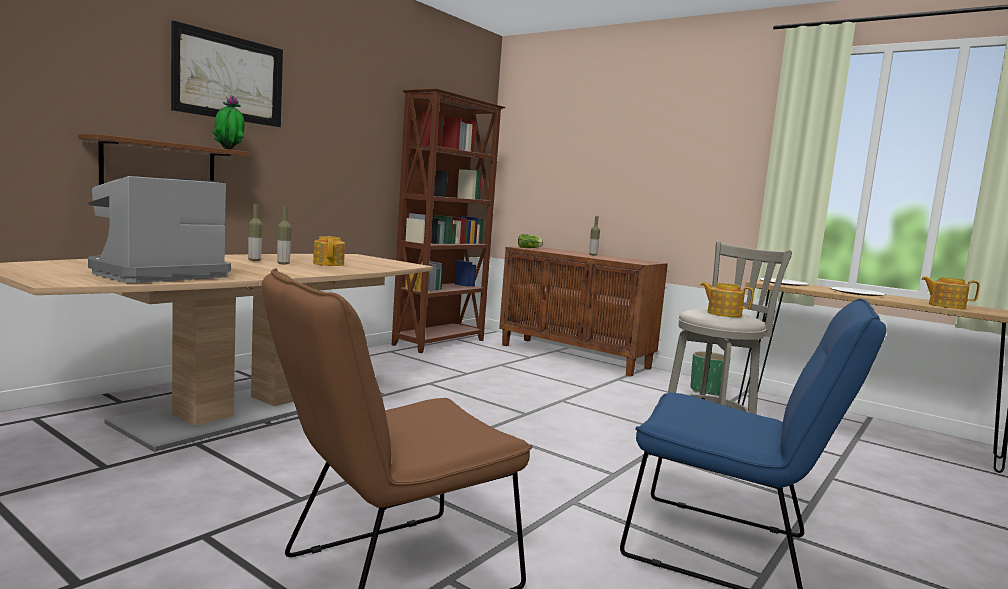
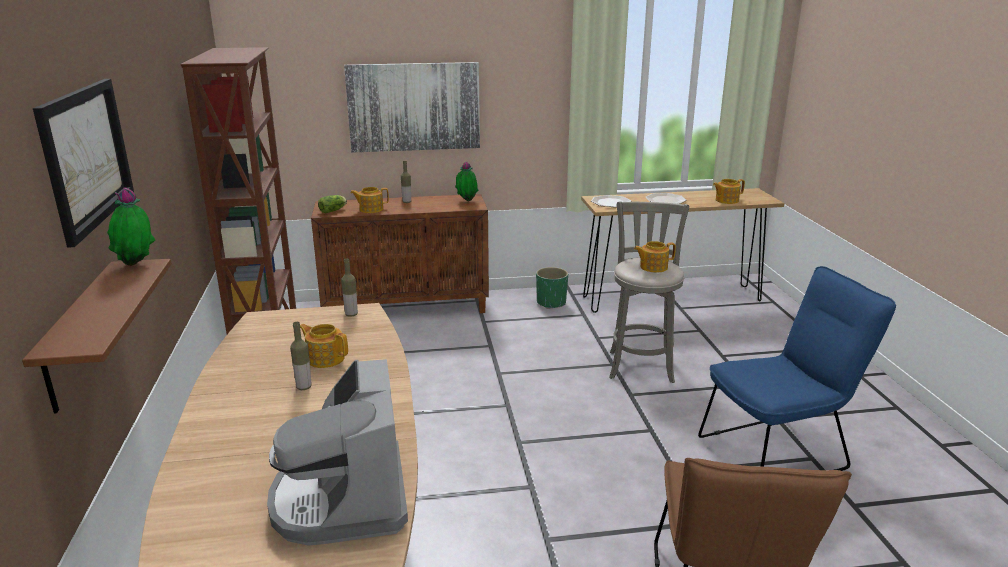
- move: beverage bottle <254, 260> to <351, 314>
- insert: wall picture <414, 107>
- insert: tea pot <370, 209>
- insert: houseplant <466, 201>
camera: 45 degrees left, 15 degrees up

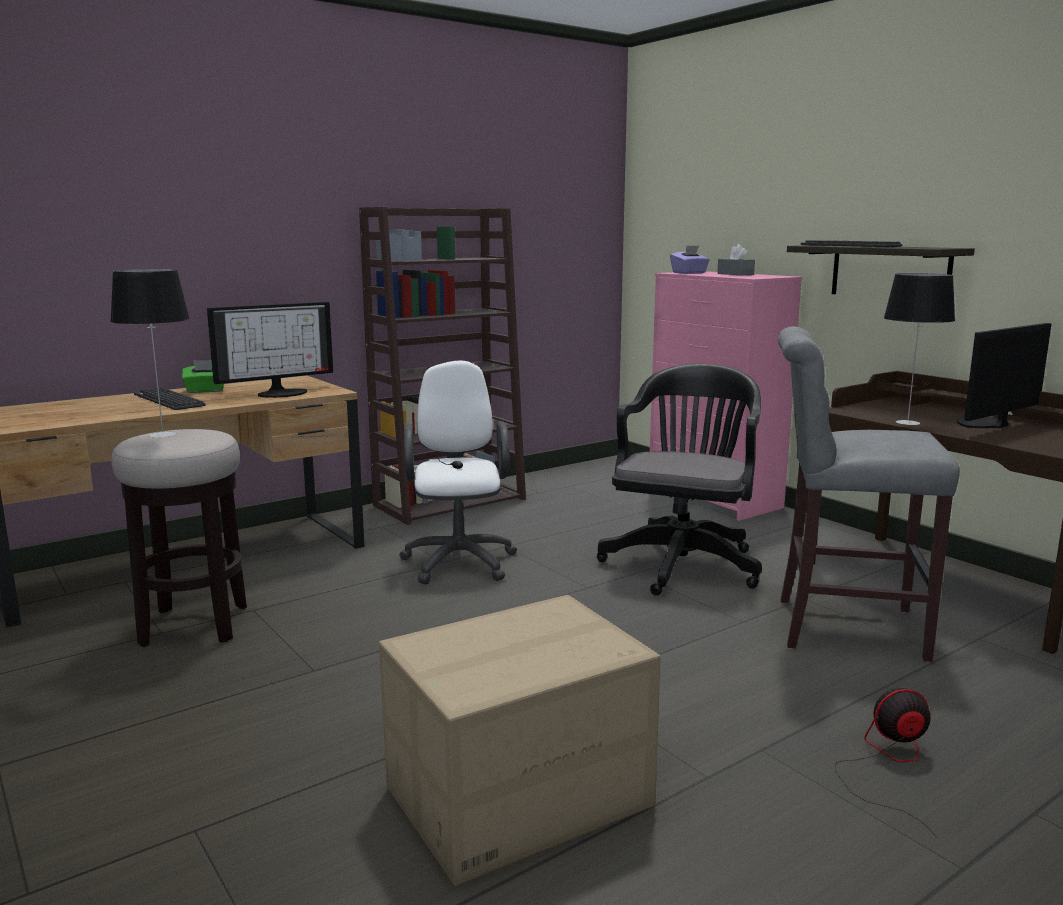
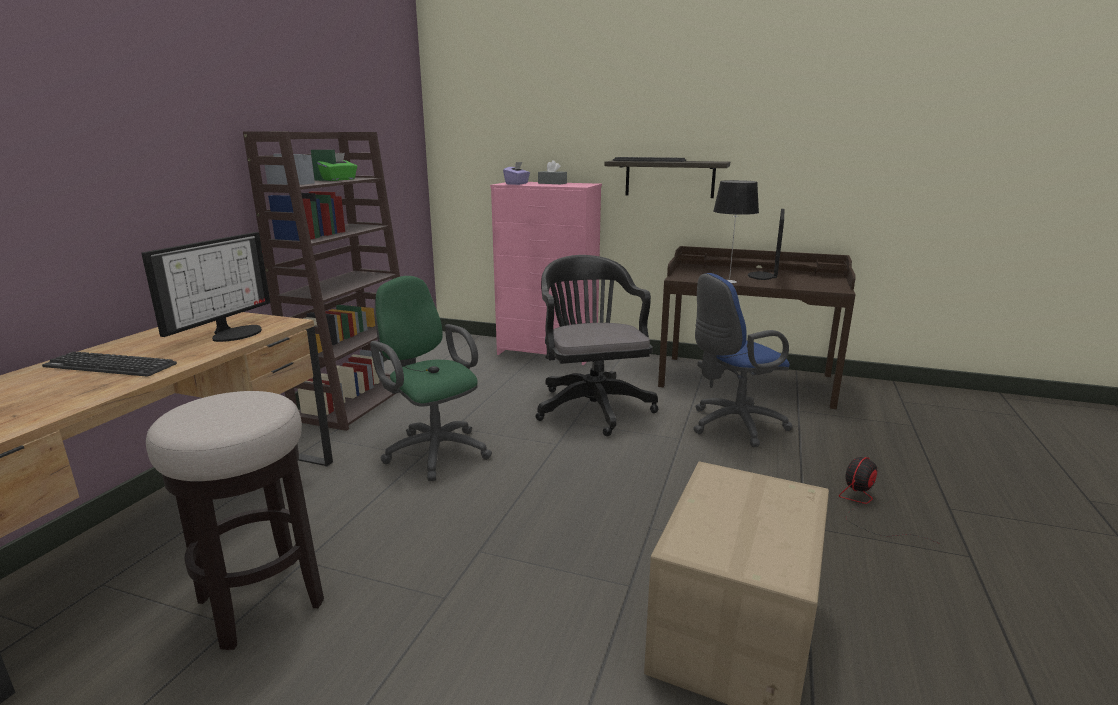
- delete: table lamp <161, 435>
- move: green-coloured tissue box <205, 391> to <339, 179>
- recolor: white computer chair <459, 560> to green-coloured computer chair <433, 450>
- replace: grey stool seat <840, 628> to blue-coloured computer chair <732, 425>
camera: 35 degrees left, 5 degrees up

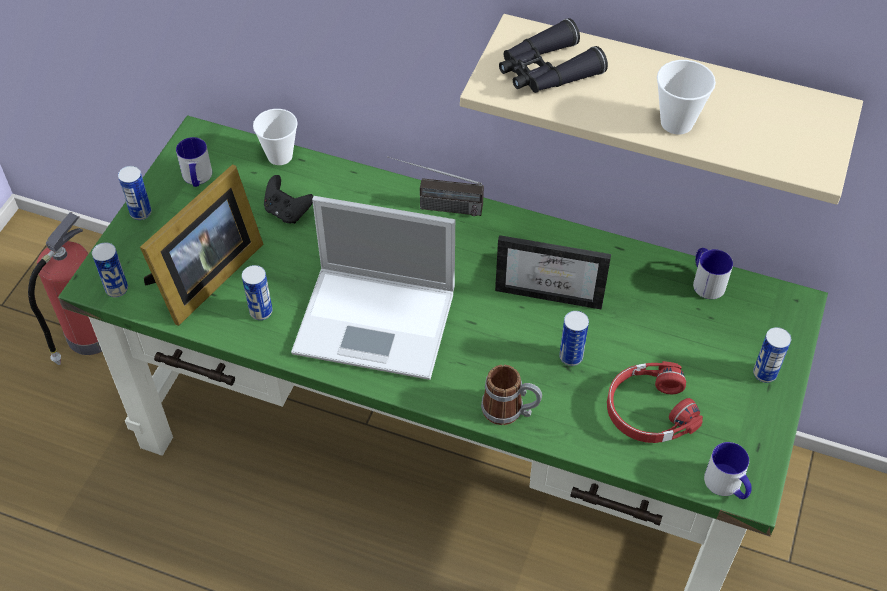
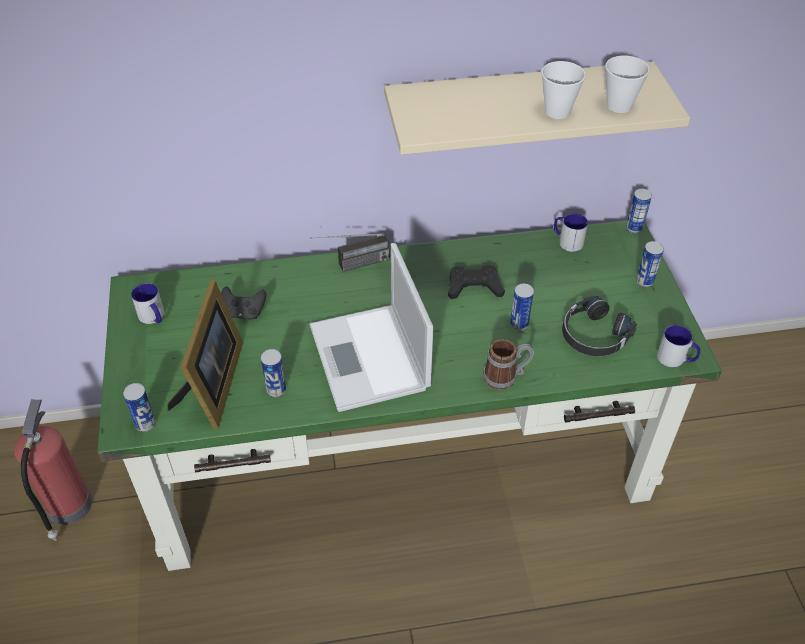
- move: sealed can <140, 212> to <634, 228>
- move: small cup <280, 156> to <619, 106>
- rotate: notebook computer <378, 322> = <370, 359> 90 degrees clockwise
- replace: photo frame <552, 289> to black game controller <474, 287>
- delete: black binoculars <546, 71>
- recolor: red headphones <648, 410> to black headphones <593, 335>
camera: 30 degrees left, 5 degrees down

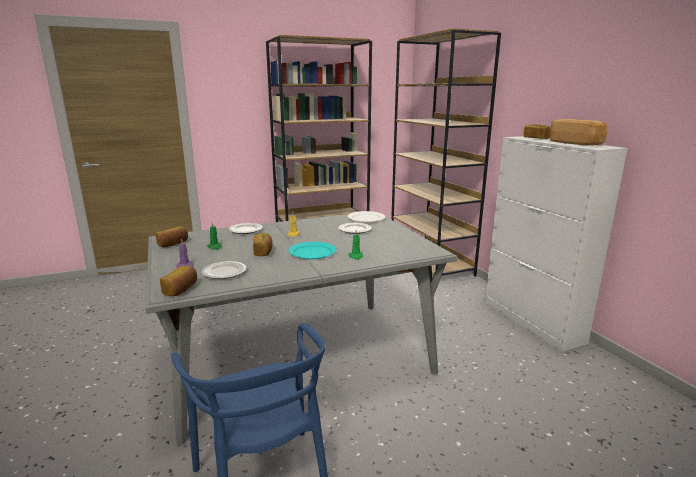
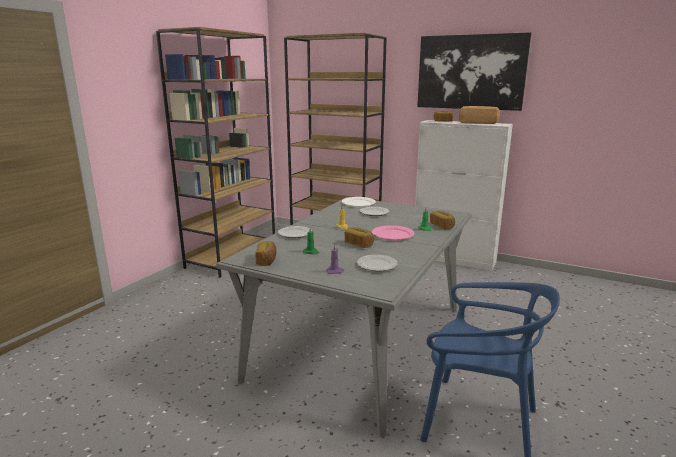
- move: bakery bread <181, 290> to <442, 226>
- recolor: turquoise-coloured flat dish <312, 253> to pinkish flat dish <393, 235>
- insert: wall picture <470, 72>
camera: 40 degrees left, 0 degrees up

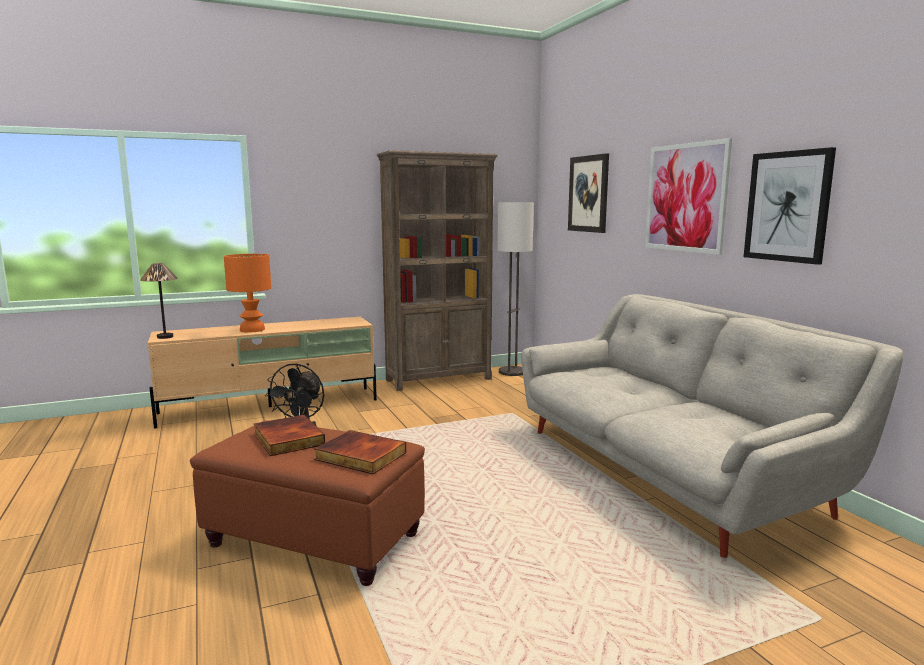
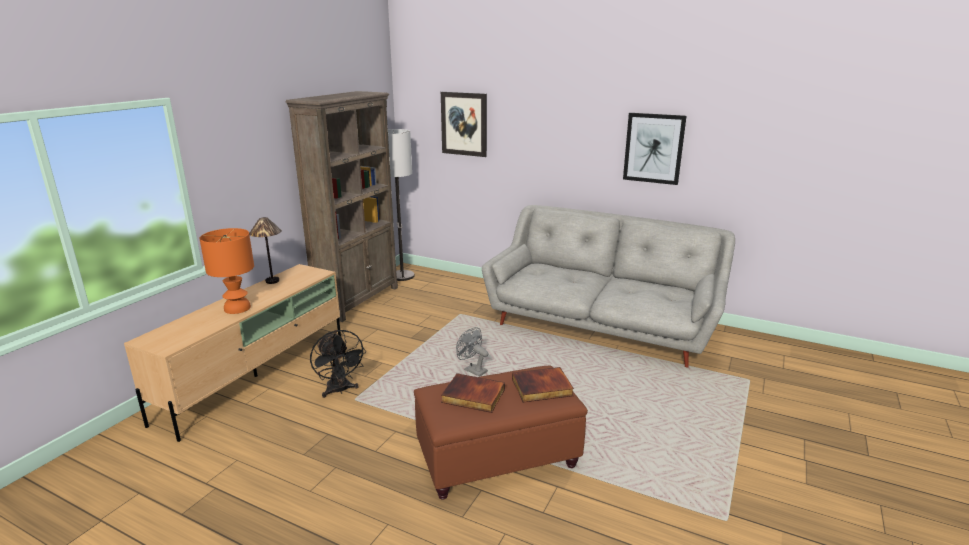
- move: table lamp <164, 337> to <272, 281>
- delete: wall picture <685, 198>
- insert: grey electric fan <472, 370>
camera: 40 degrees left, 10 degrees up

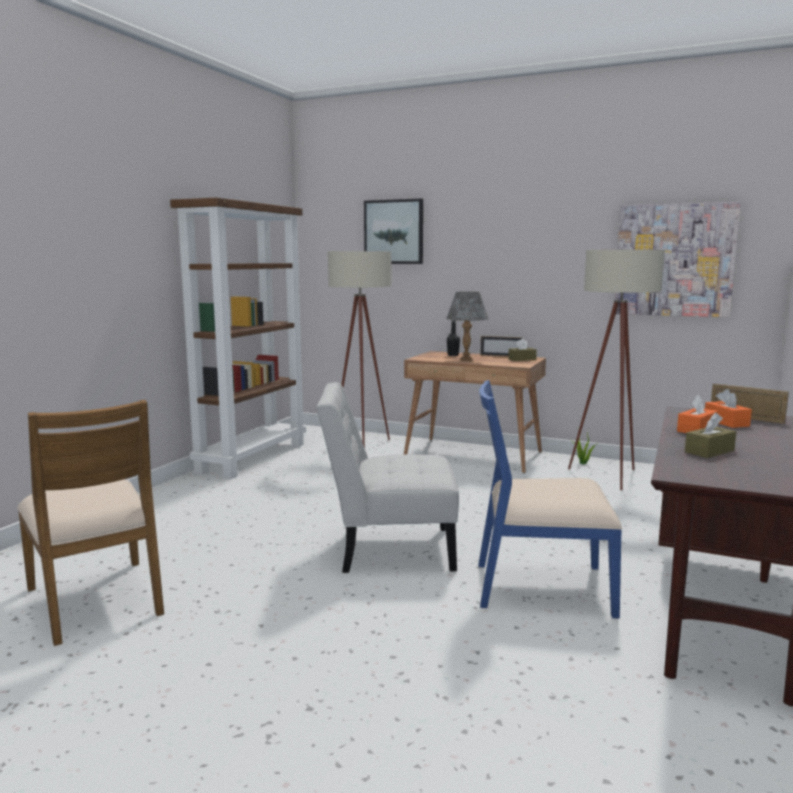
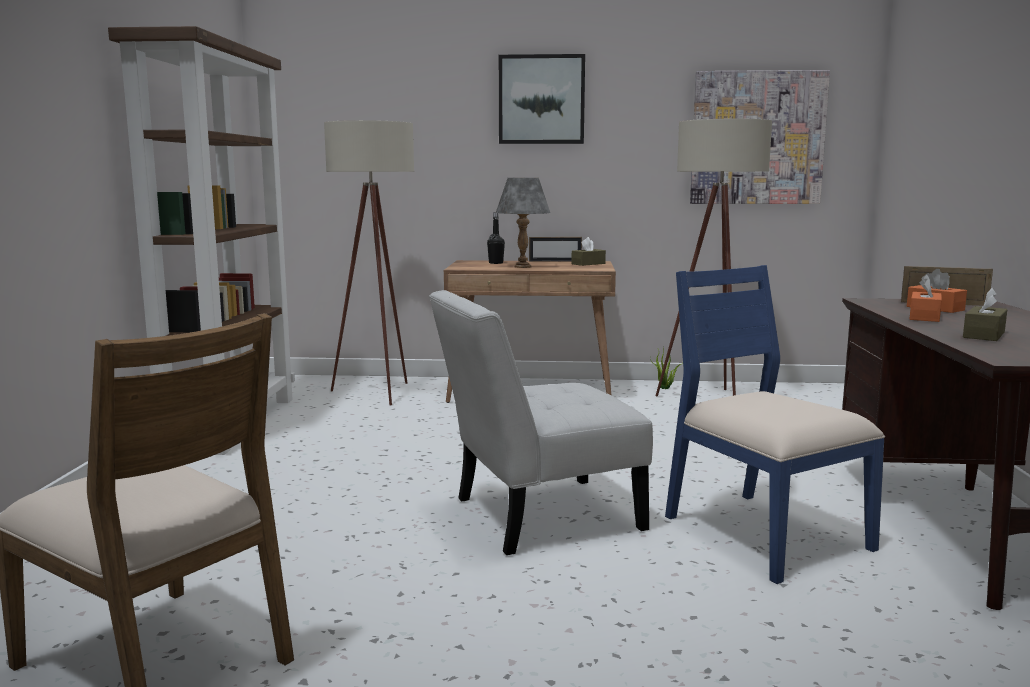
- move: wall picture <394, 232> to <541, 99>
- rotate: blue-coloured chair <541, 587> = <762, 532> 75 degrees clockwise
camera: 20 degrees left, 0 degrees up

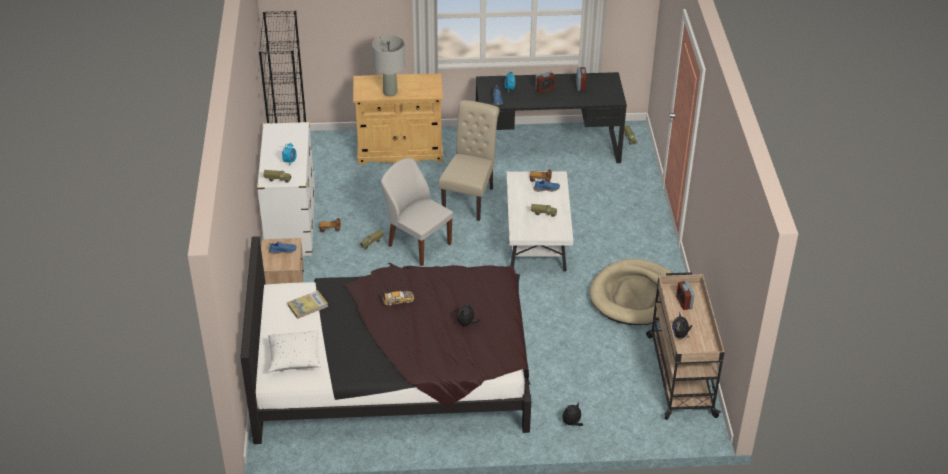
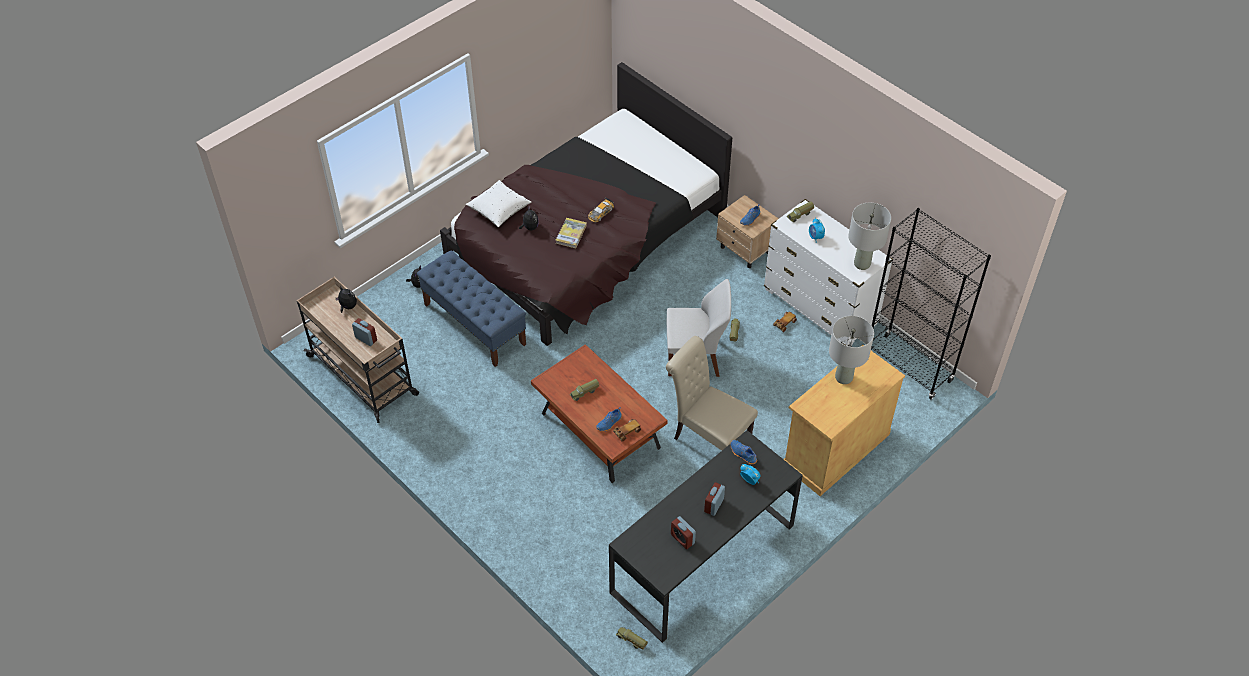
- move: white pillow <294, 358> to <499, 210>
- move: book <307, 306> to <571, 234>
- rotate: beige-coloured chair <470, 198> = <707, 438> 150 degrees clockwise
- recolor: white lounge table <536, 240> to brown lounge table <600, 431>
- delete: beige-coloured dog cushion <635, 296>
- insert: blue-coloured indoor bench <475, 324>
- insert: grey table lamp <861, 264>
camera: 140 degrees right, 10 degrees up

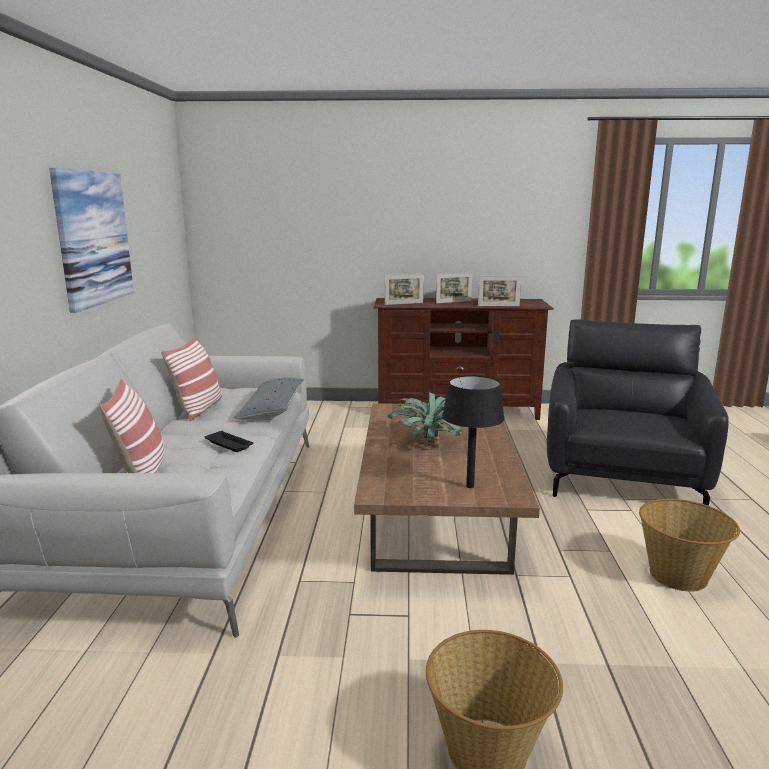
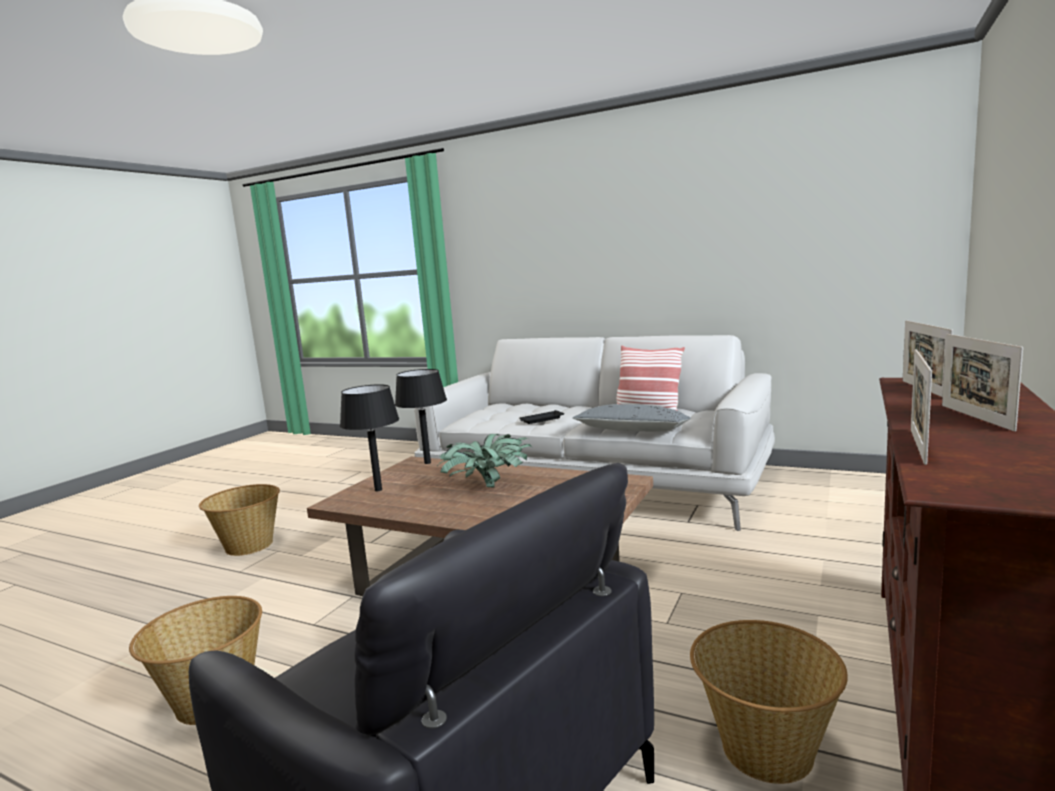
- delete: wall picture <93, 238>
- delete: pillow <141, 472>
- insert: black table lamp <427, 463>
- insert: basket <765, 750>
camera: 115 degrees right, 5 degrees down

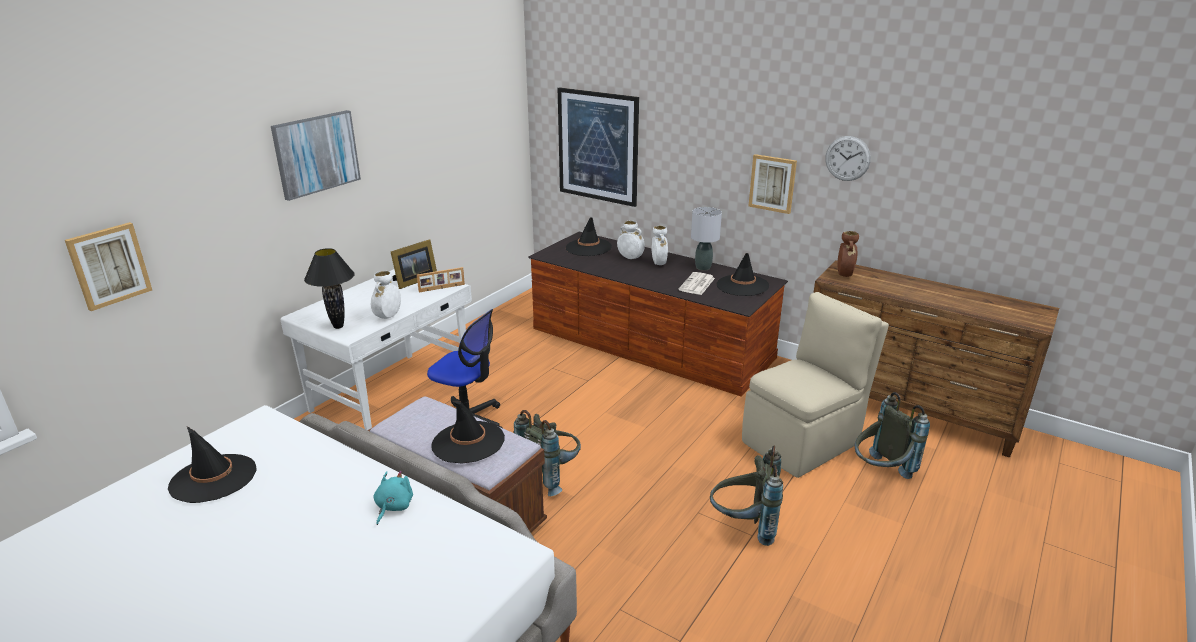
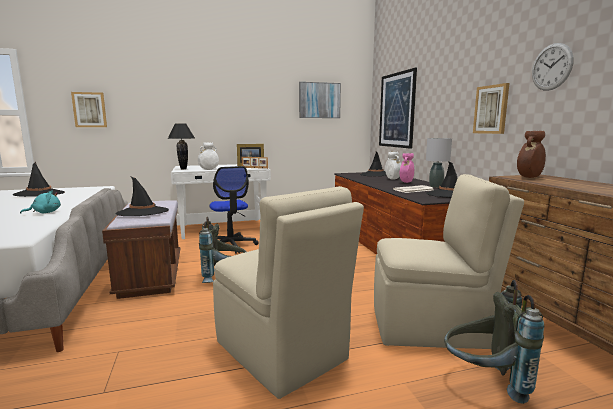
- move: wall picture <316, 154> to <319, 100>
- recolor: white flower vase <659, 264> to pinkish flower vase <406, 182>
- replace: grey rucksack <743, 526> to beige-coloured chair <282, 352>
camera: 40 degrees right, 15 degrees down

